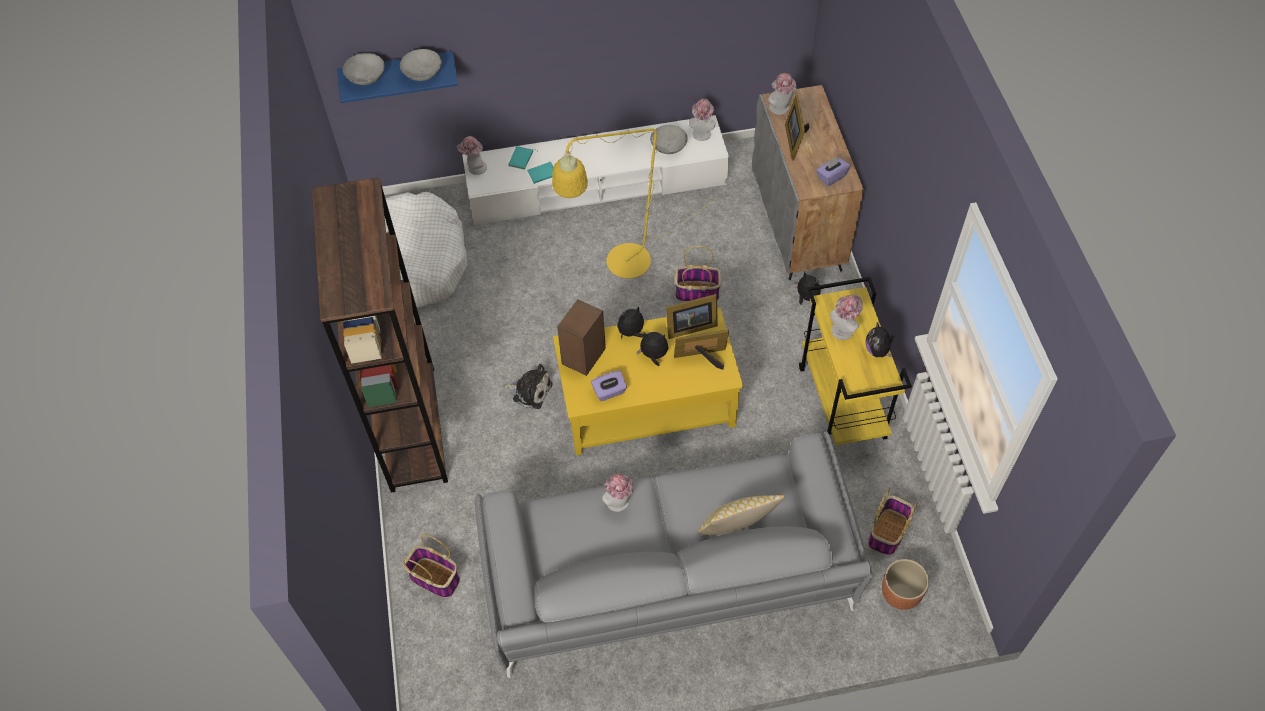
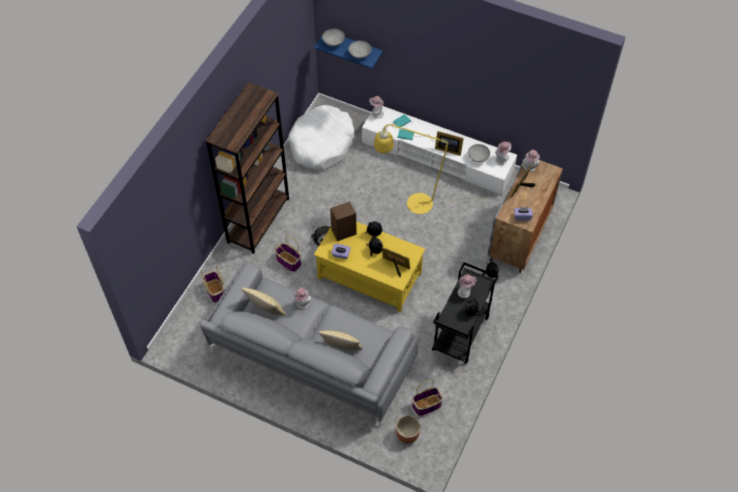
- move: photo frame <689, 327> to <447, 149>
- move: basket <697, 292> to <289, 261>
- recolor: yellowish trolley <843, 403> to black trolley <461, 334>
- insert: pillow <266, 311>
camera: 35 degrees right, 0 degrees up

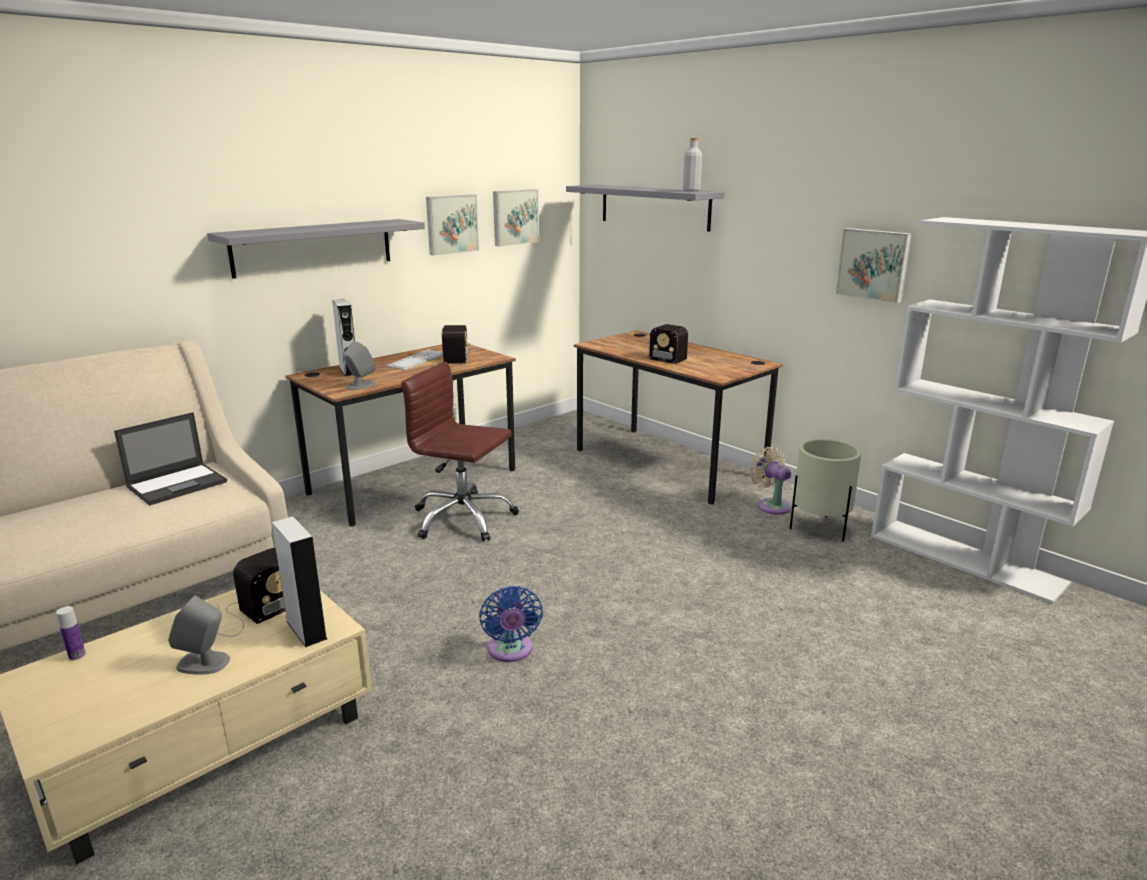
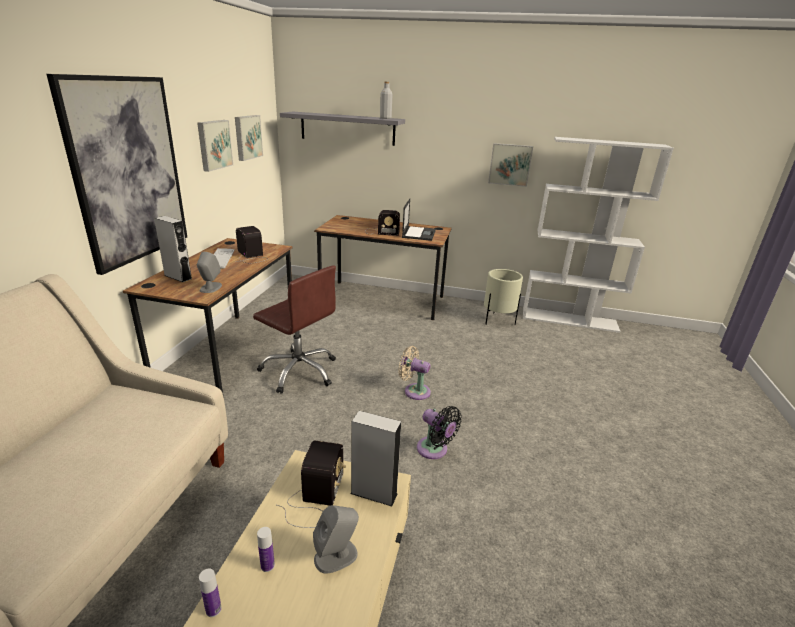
- move: notebook computer <178, 484> to <419, 233>
- replace: grey wall shelf <313, 247> to wall picture <128, 171>
- rotate: brown computer chair <463, 519> = <299, 371> 135 degrees counterclockwise
- recolor: blue-coloured electric fan <510, 651> to black electric fan <434, 450>
- move: beige-coloured electric fan <771, 505> to <414, 391>
- insert: beverage bottle <267, 565>
camera: 35 degrees left, 5 degrees up

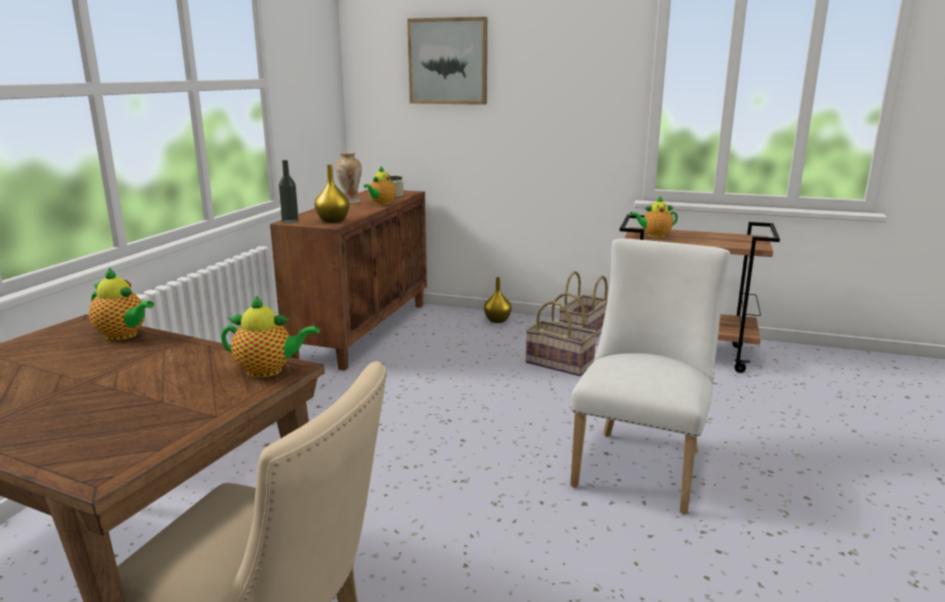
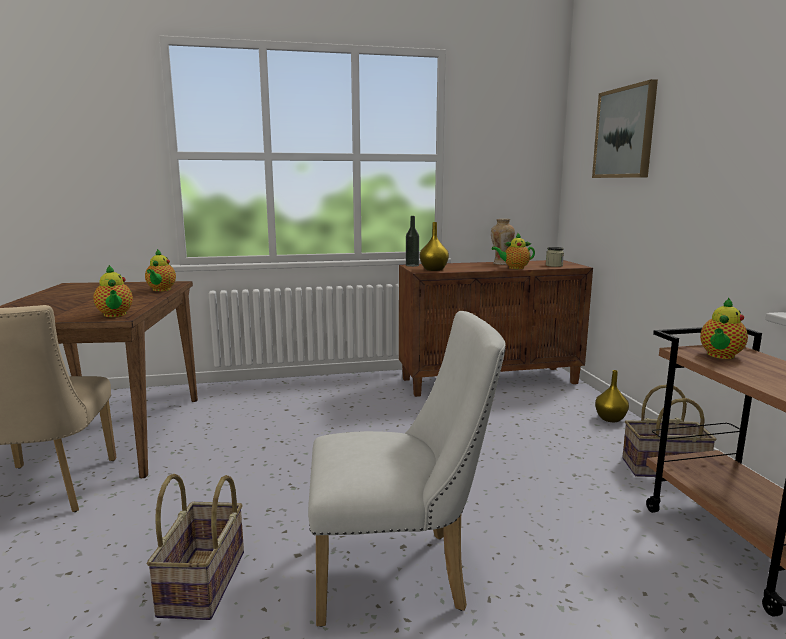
- move: basket <560, 364> to <204, 583>
- rotate: tea pot <654, 235> = <720, 356> 105 degrees counterclockwise
camera: 60 degrees right, 5 degrees down

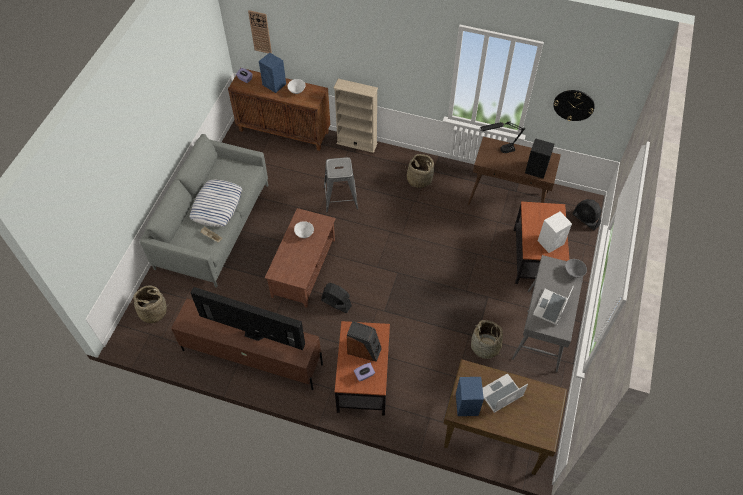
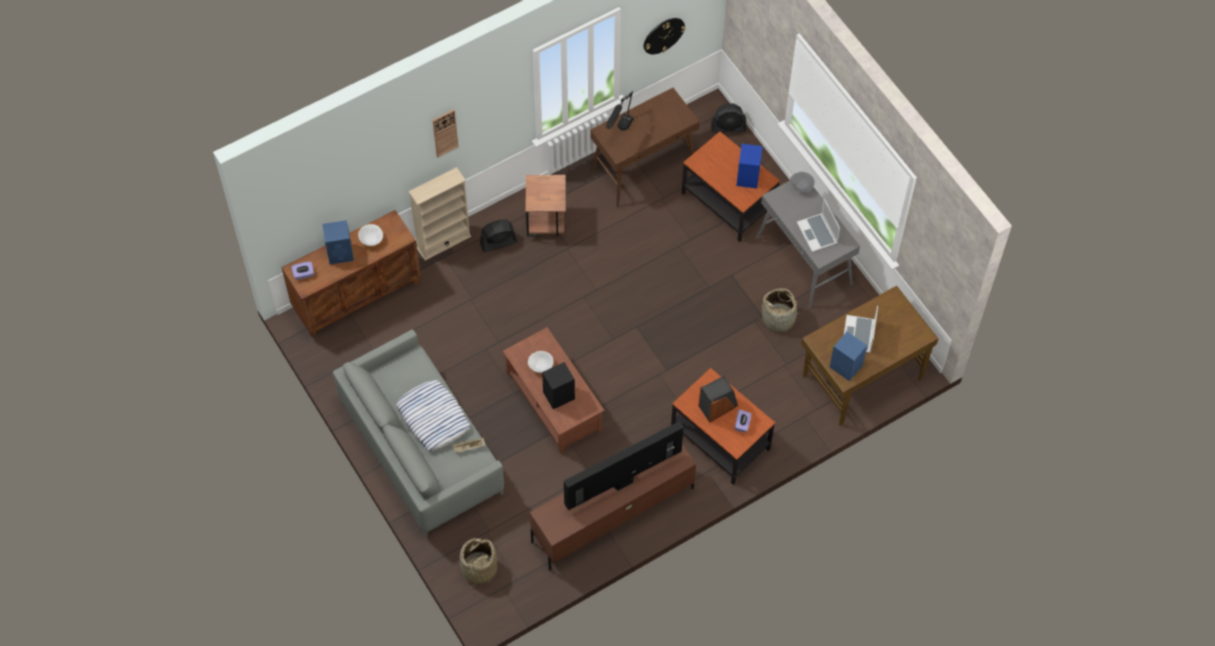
- move: clock on the wall <260, 32> to <445, 132>
- move: black electric fan <336, 303> to <498, 242>
- delete: grey stool seat <341, 198>
- replace: basket <419, 179> to brown end table <546, 223>
- move: black speaker <536, 170> to <559, 395>
- recolor: white speaker <551, 242> to blue-coloured speaker <748, 176>
camera: 50 degrees left, 5 degrees up

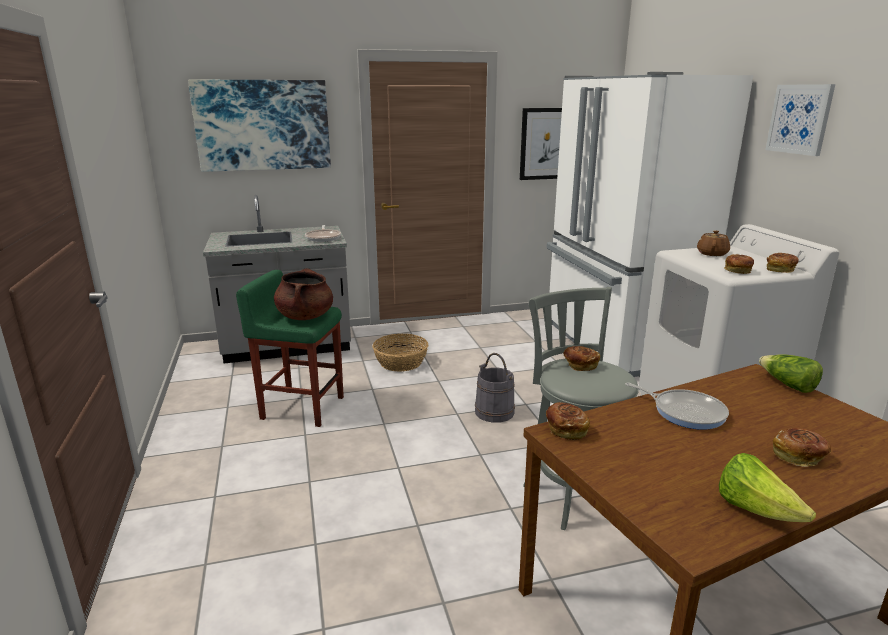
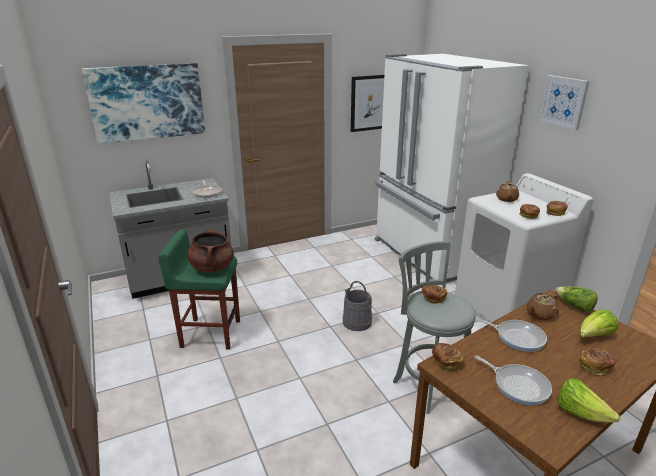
- delete: basket <400, 362>
- insert: pan <518, 385>
- insert: brown tea pot <540, 314>
- insert: lettuce <594, 336>
camera: 10 degrees left, 5 degrees up

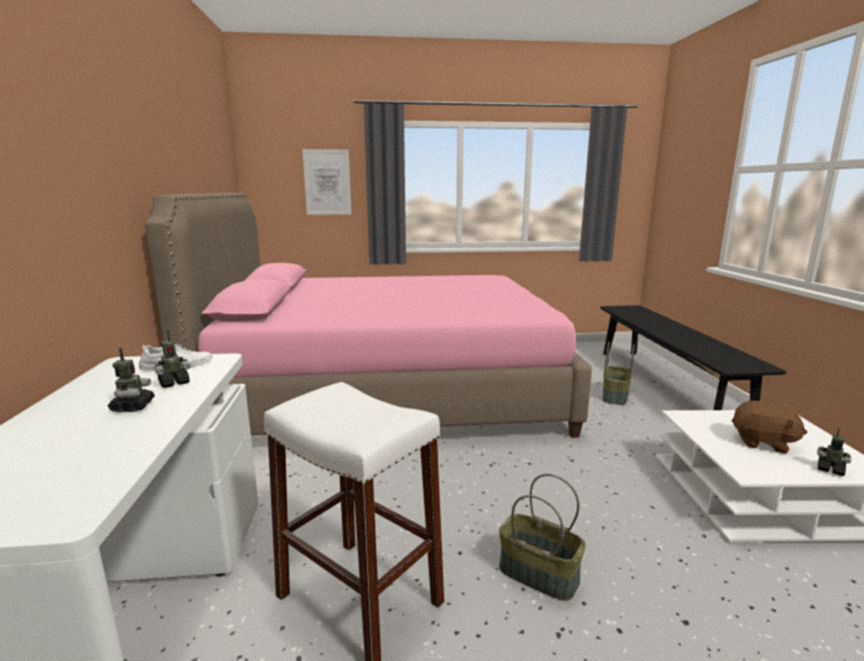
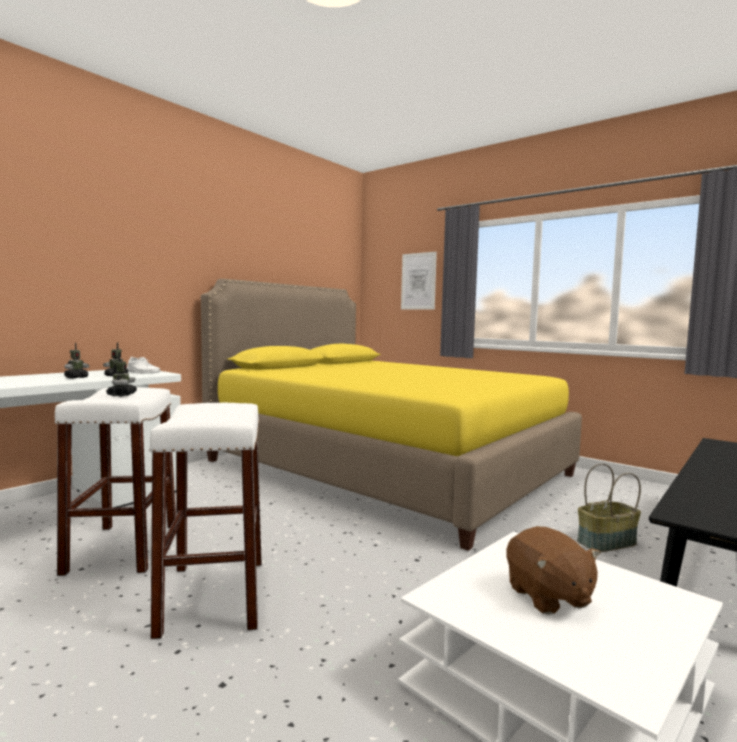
- recolor: pinkish sleeping bed <388, 392> to yellowish sleeping bed <385, 468>
- replace: basket <537, 575> to white stool seat <213, 596>
- move: toy robot <830, 470> to <121, 395>
camera: 45 degrees right, 10 degrees down

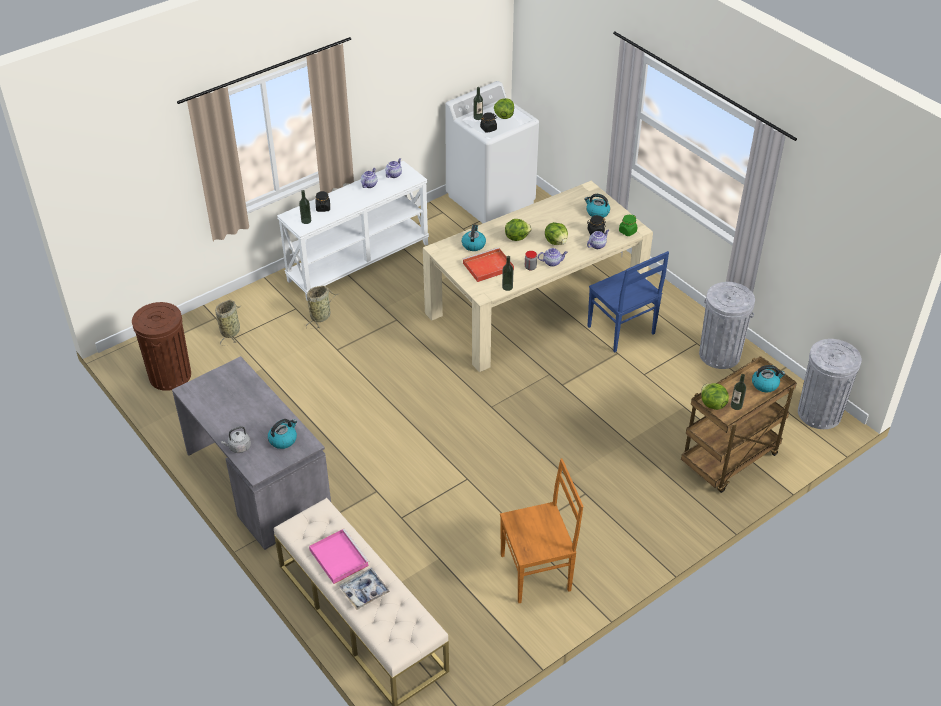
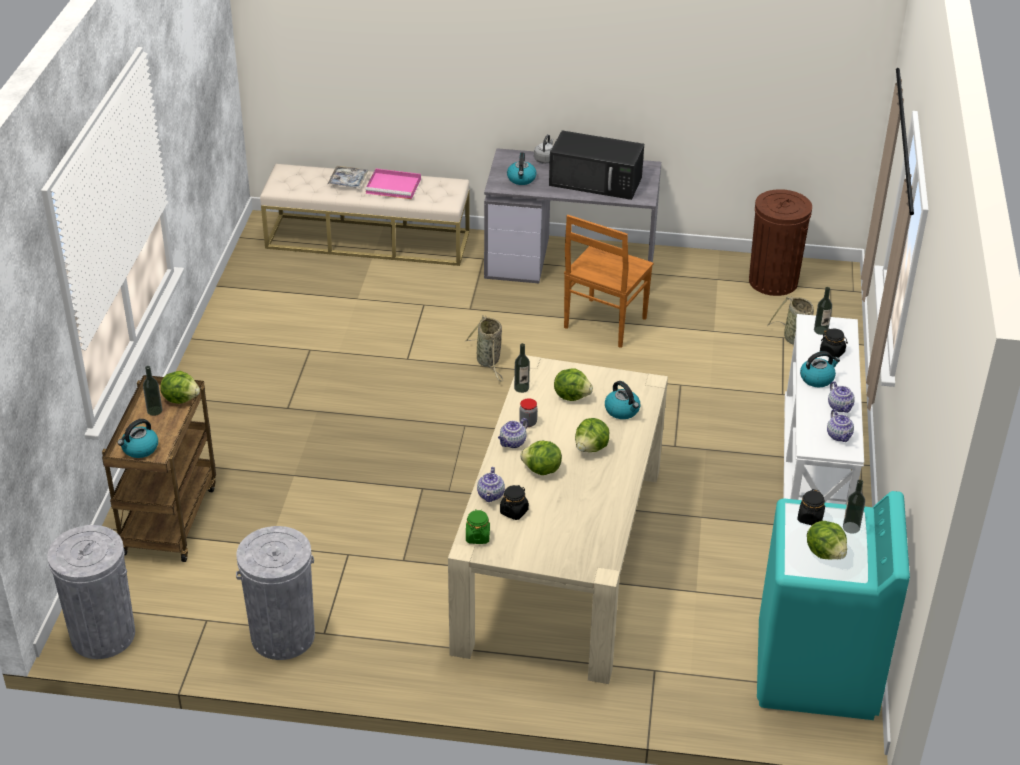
- move: basket <321, 316> to <488, 361>
- recolor: white laundry appliance <491, 199> to turquoise-coloured laundry appliance <816, 671>
- replace: red carrying tray <487, 267> to lettuce <572, 396>
- move: brown chair <538, 572> to <604, 324>
- move: tea kettle <597, 212> to <817, 378>
- delete: blue-coloured chair <622, 331>
- insert: black microwave <597, 181>
camera: 135 degrees right, 5 degrees down

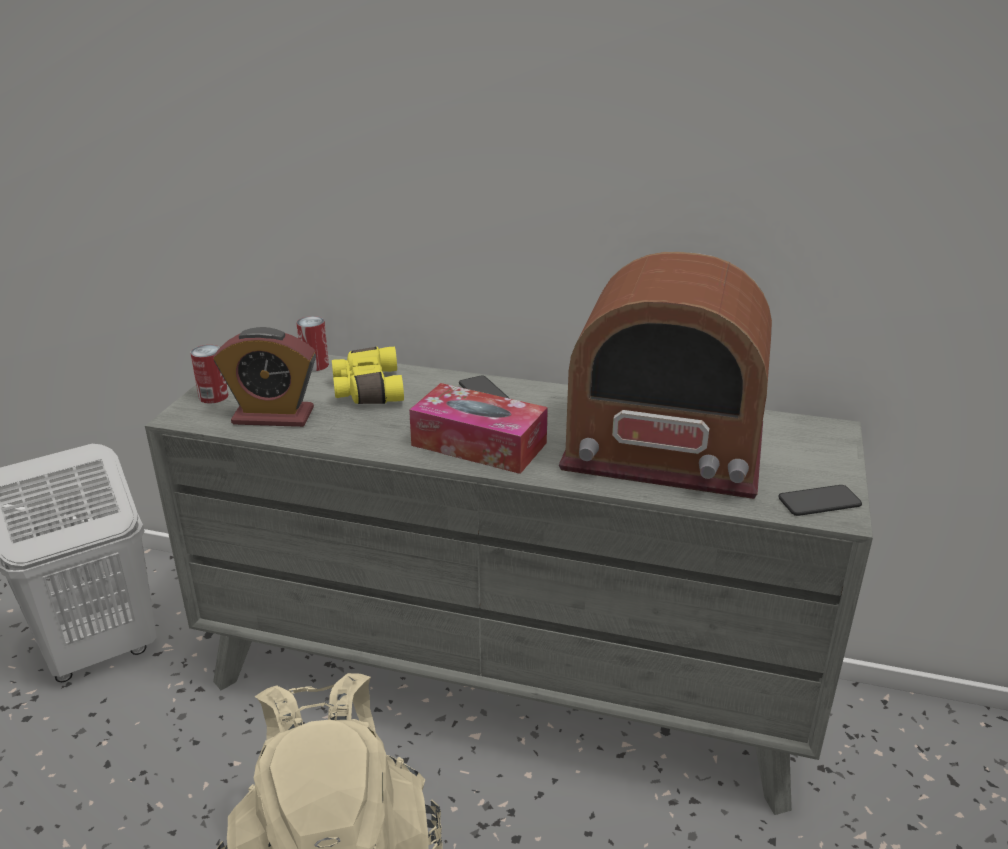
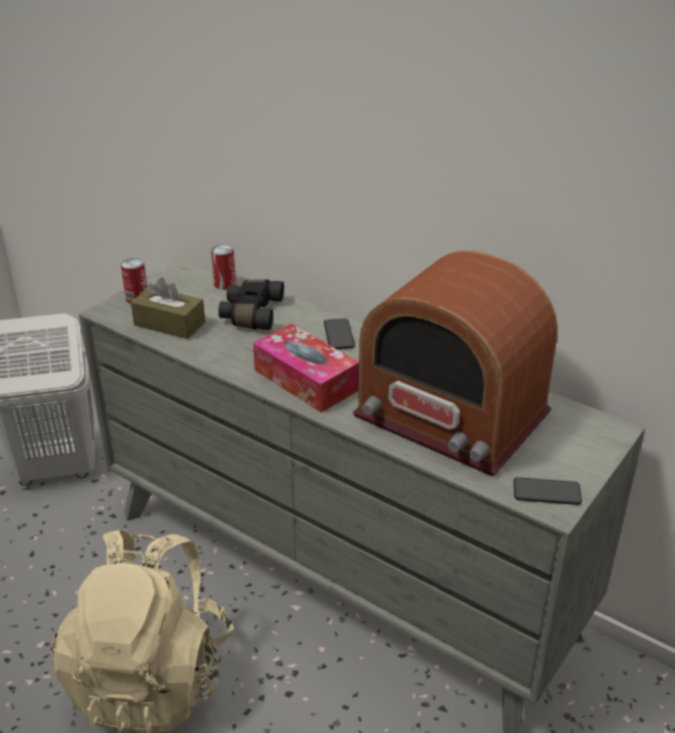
- replace: table clock <273, 416> to brown tissue box <169, 324>
- recolor: yellowish binoculars <366, 389> to black binoculars <250, 314>
camera: 20 degrees right, 5 degrees up

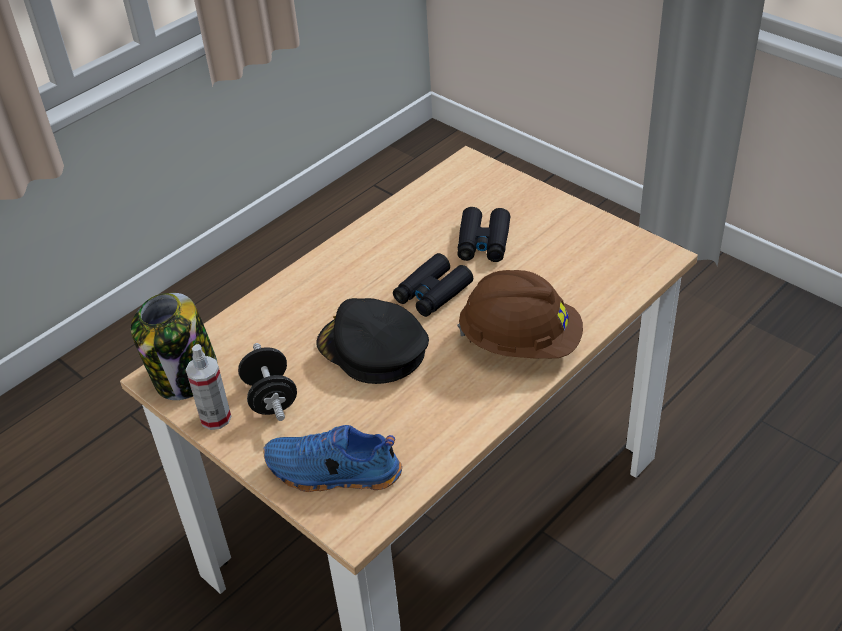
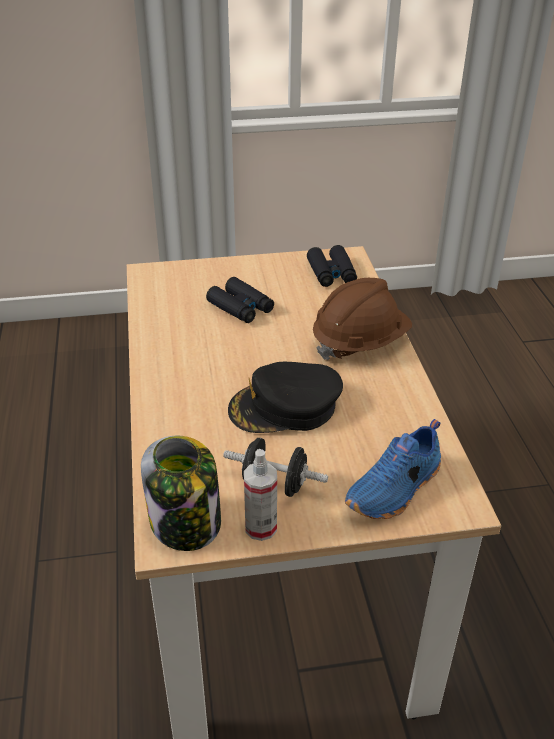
- move: black binoculars <432, 293> to <331, 273>
camera: 55 degrees left, 5 degrees down

